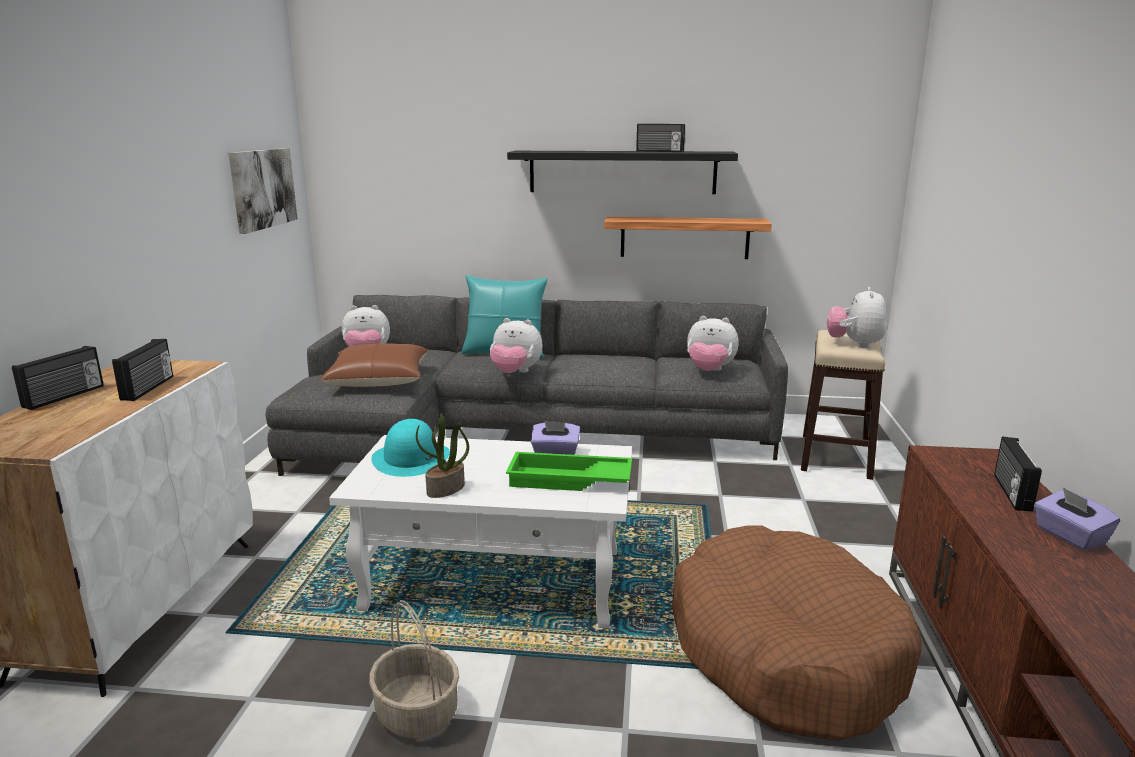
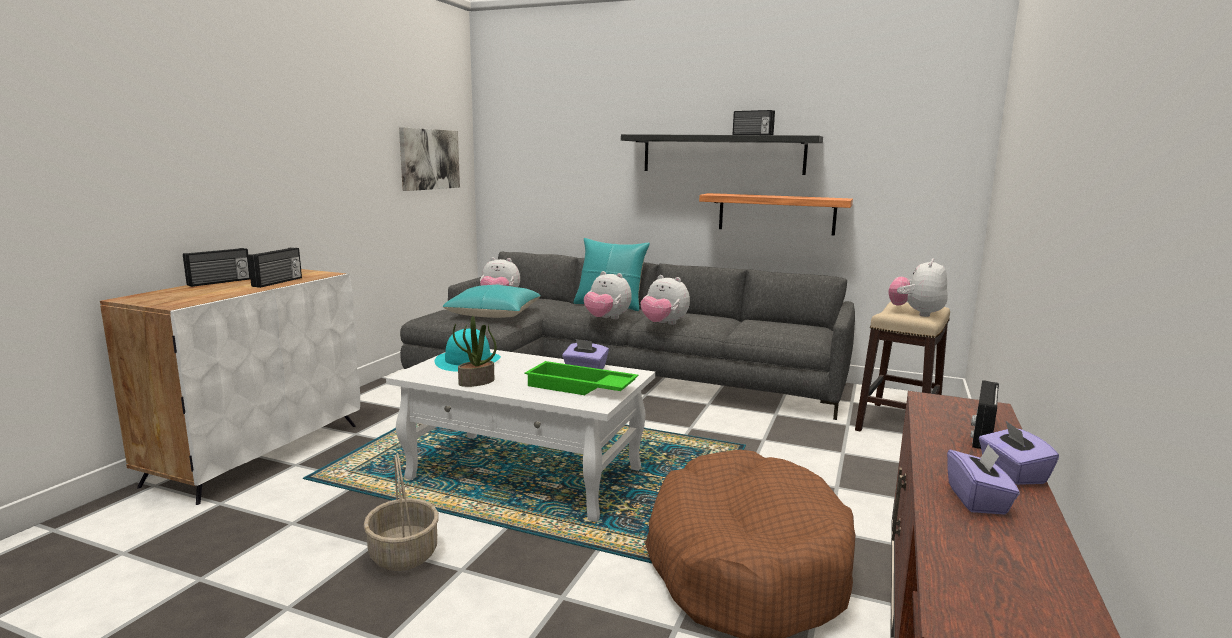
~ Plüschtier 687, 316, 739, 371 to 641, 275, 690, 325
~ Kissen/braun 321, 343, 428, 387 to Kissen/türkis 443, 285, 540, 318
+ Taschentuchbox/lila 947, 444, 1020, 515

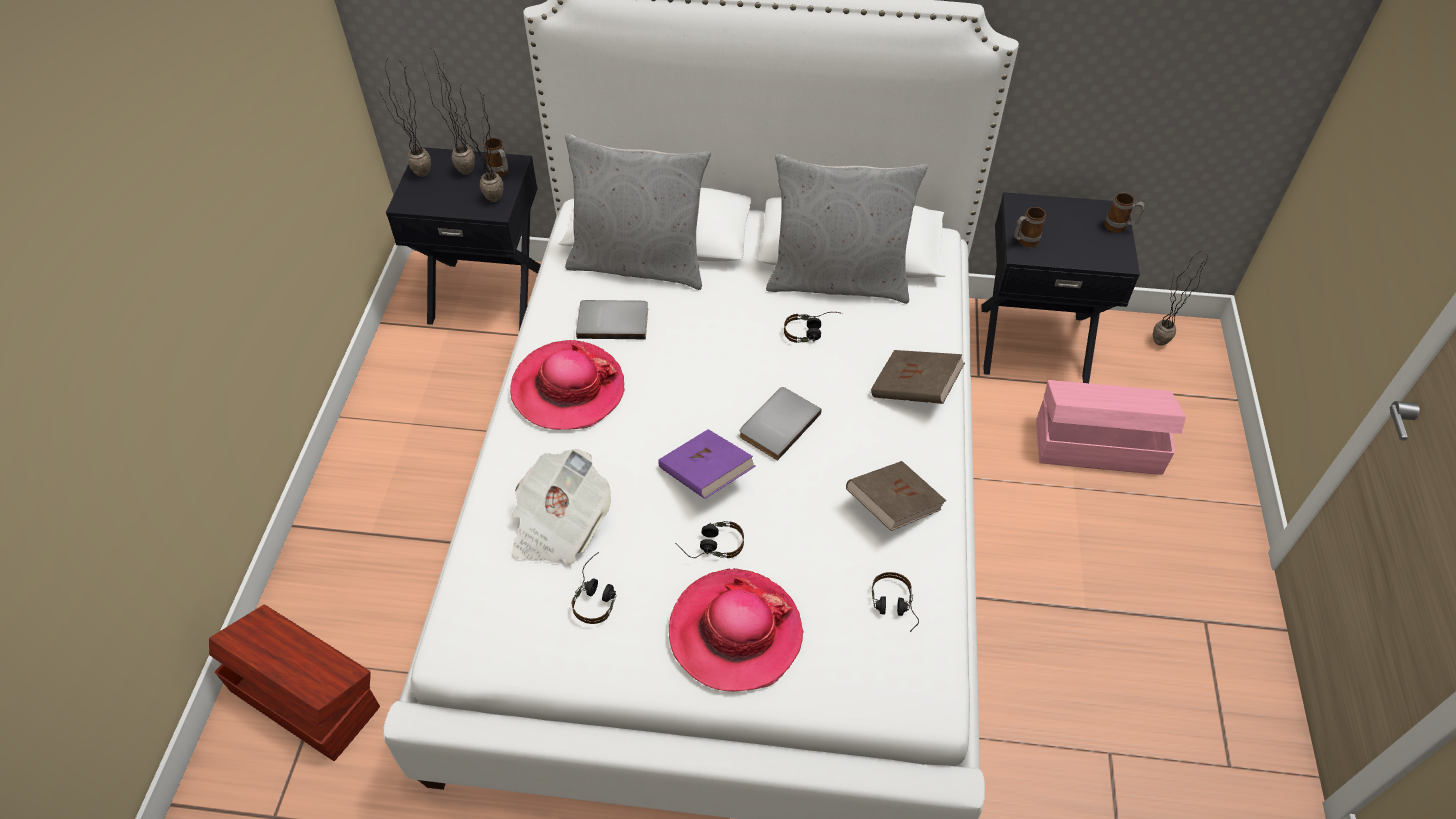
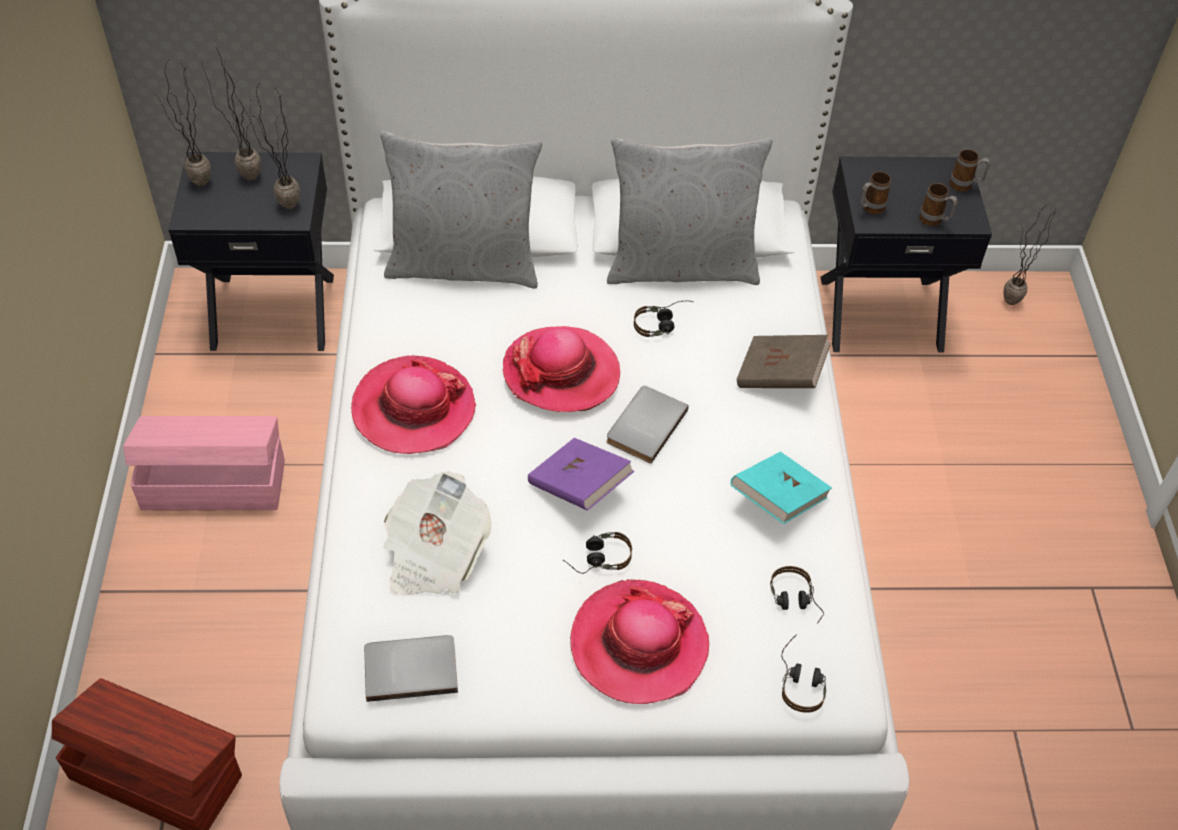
~ Henkelbecher 484, 138, 509, 177 to 919, 183, 958, 226
~ Buch/grau 576, 300, 648, 339 to 364, 635, 458, 702
~ Aufbewahrungsbox/rosa 1036, 380, 1186, 475 to 123, 416, 285, 510
~ Buch/braun 846, 461, 947, 531 to Buch/türkis 731, 452, 832, 524
~ Kopfhörer 572, 552, 616, 624 to 781, 635, 826, 713
+ Hut 503, 326, 620, 412

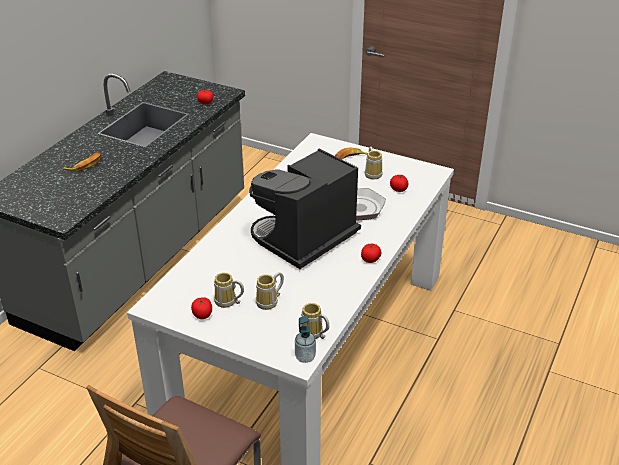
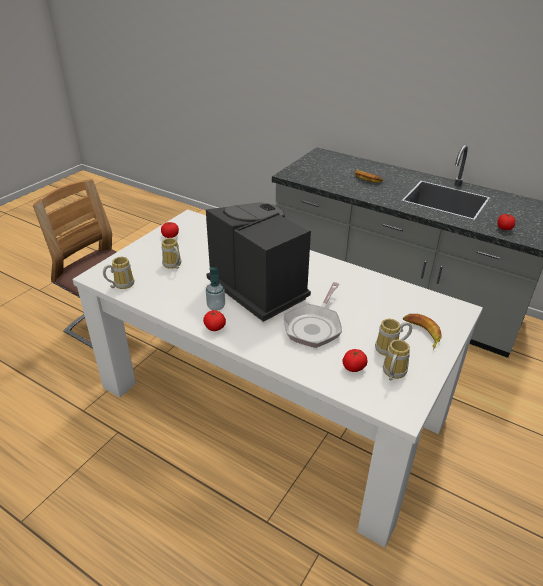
~ Henkelbecher 214, 272, 244, 308 to 383, 340, 410, 381
~ Seifenspender 295, 315, 316, 363 to 206, 267, 225, 311

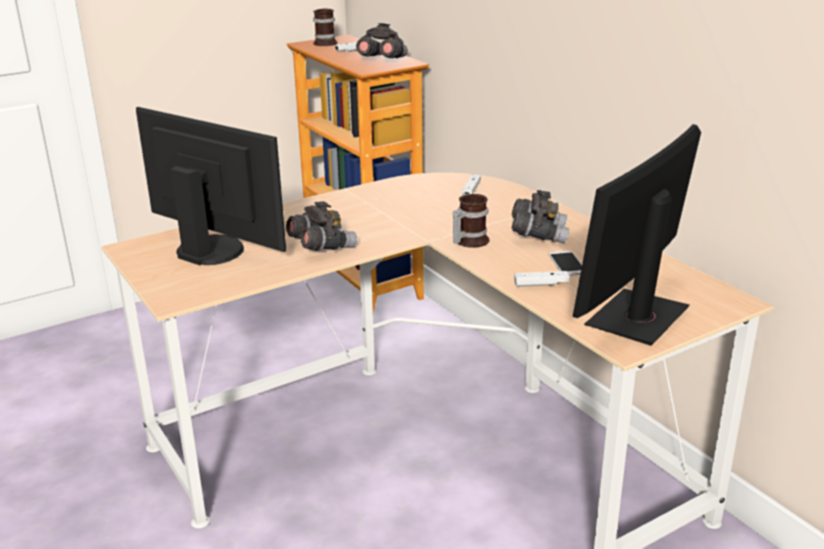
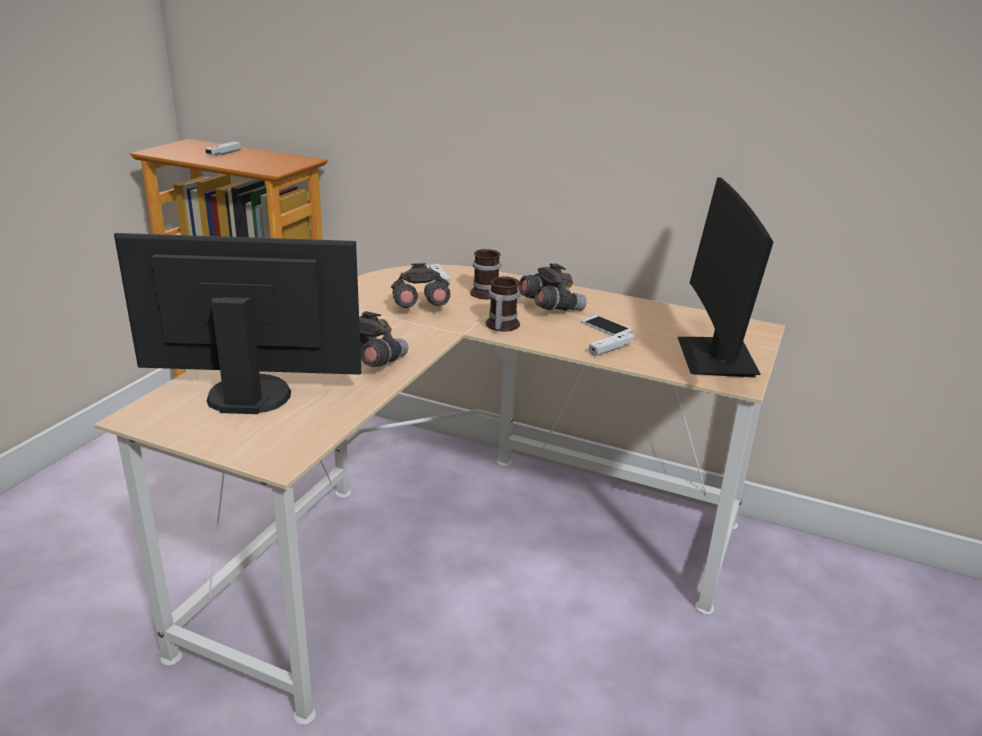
~ Henkelbecher 313, 9, 338, 46 to 470, 249, 501, 299
~ Fernglas/grau 356, 23, 408, 58 to 391, 263, 450, 308

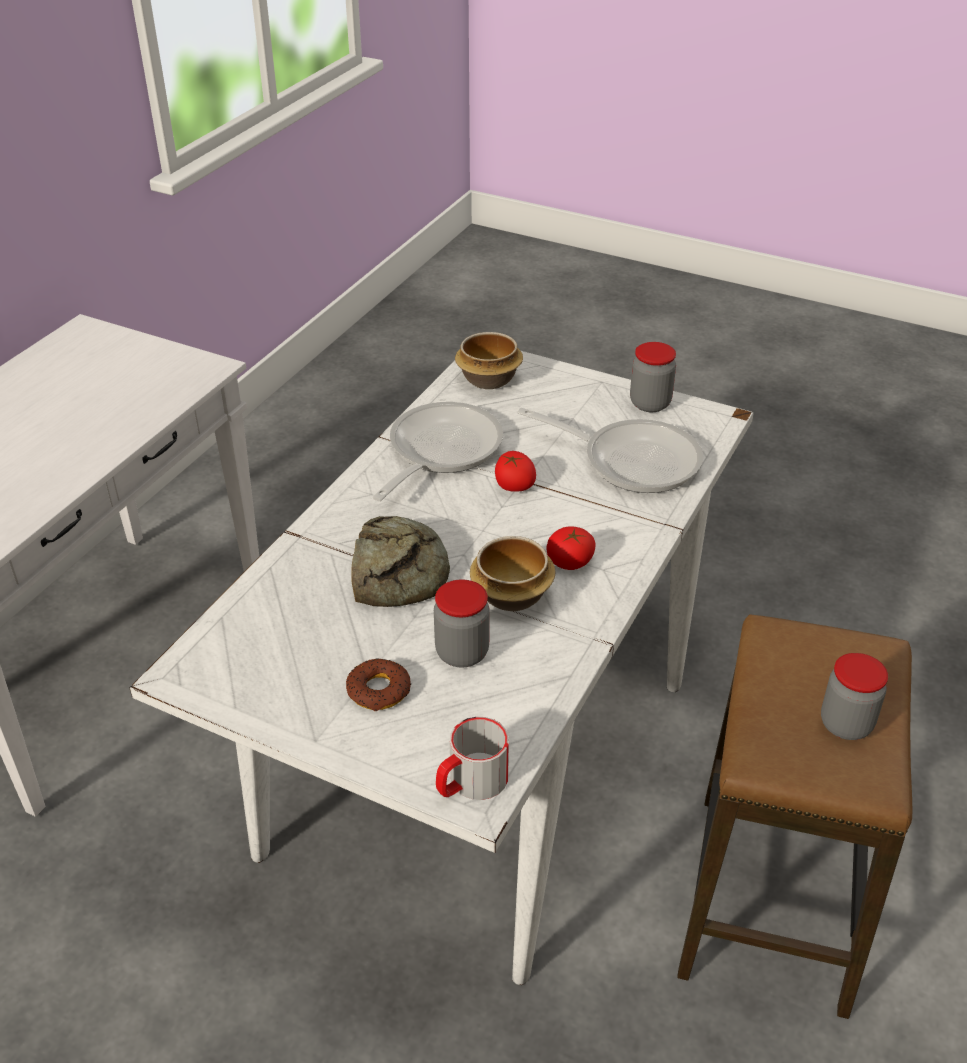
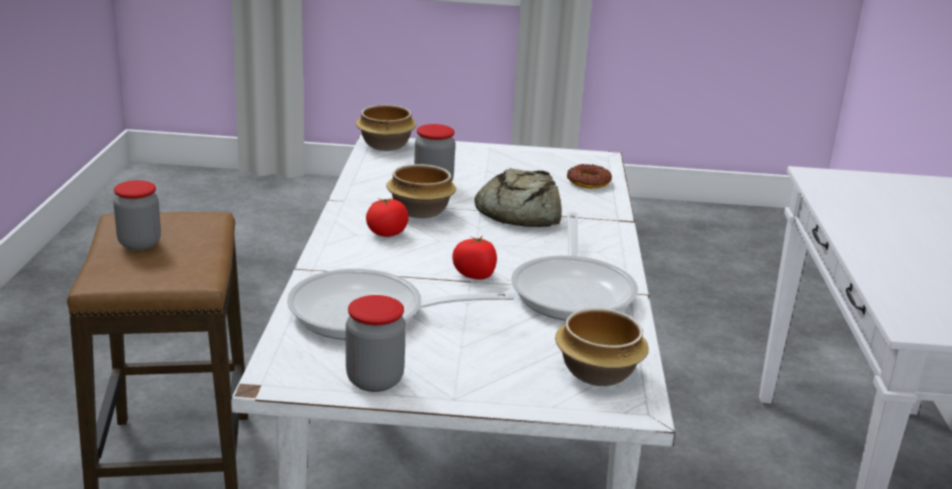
~ Donut 346, 658, 411, 711 to 567, 164, 612, 189
~ Henkelbecher 436, 717, 509, 800 to Schüssel 356, 104, 417, 151

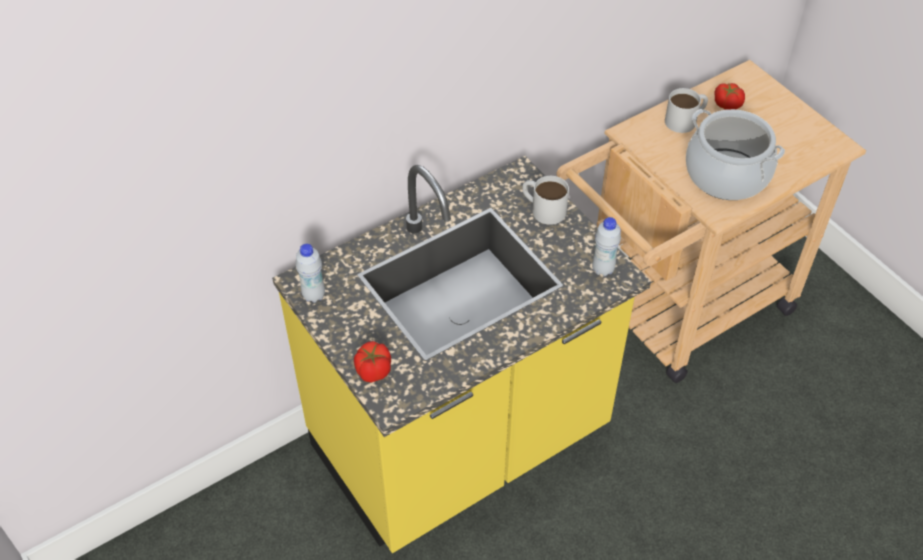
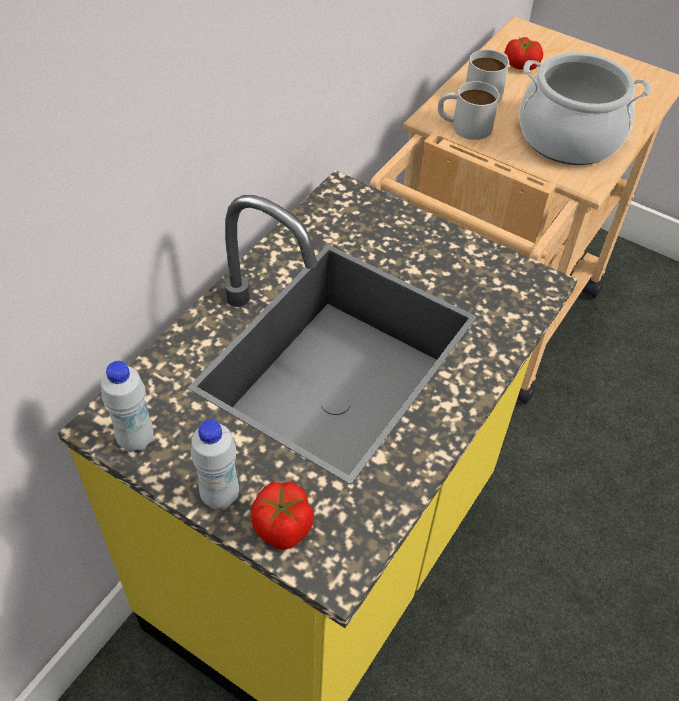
~ Henkelbecher/weiß 522, 176, 569, 225 to 438, 81, 499, 140
~ Flasche/weiß 592, 217, 621, 276 to 191, 419, 239, 510

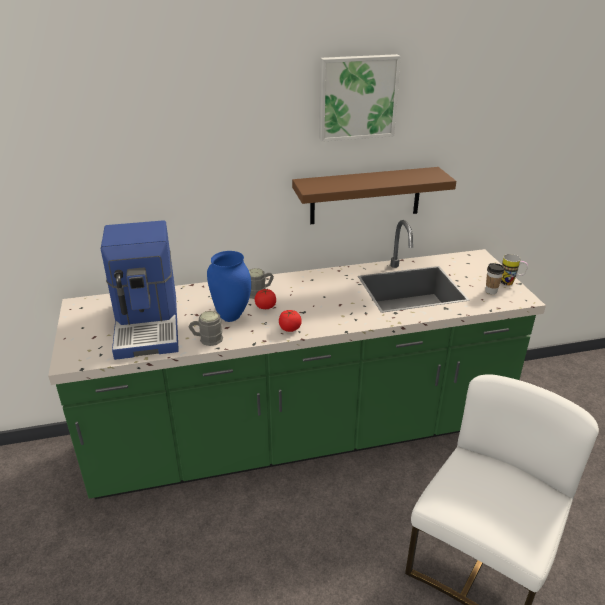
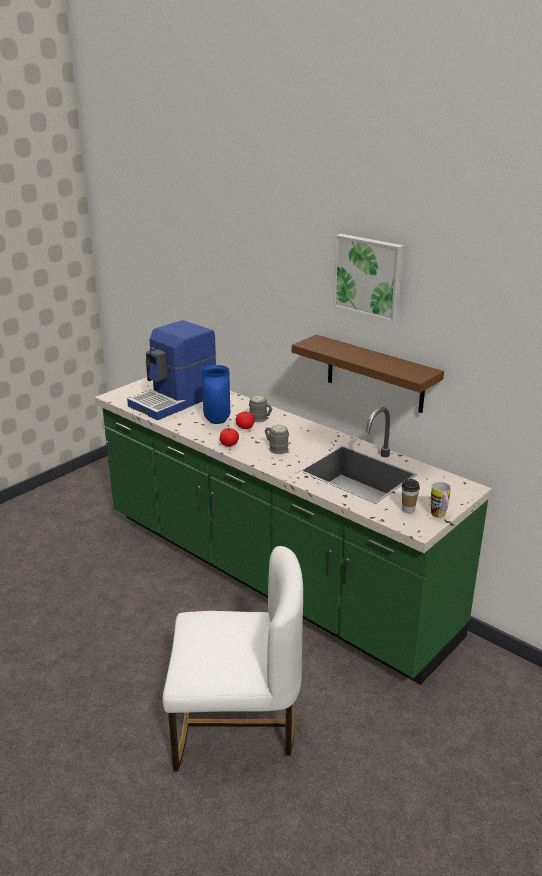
~ Henkelbecher/grau 189, 311, 223, 346 to 265, 425, 289, 454

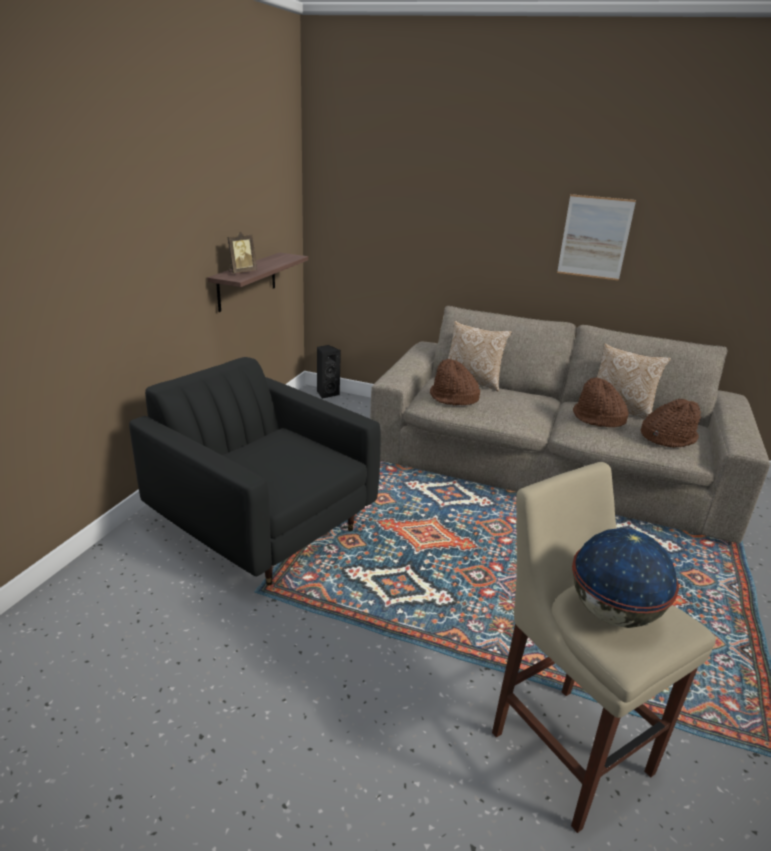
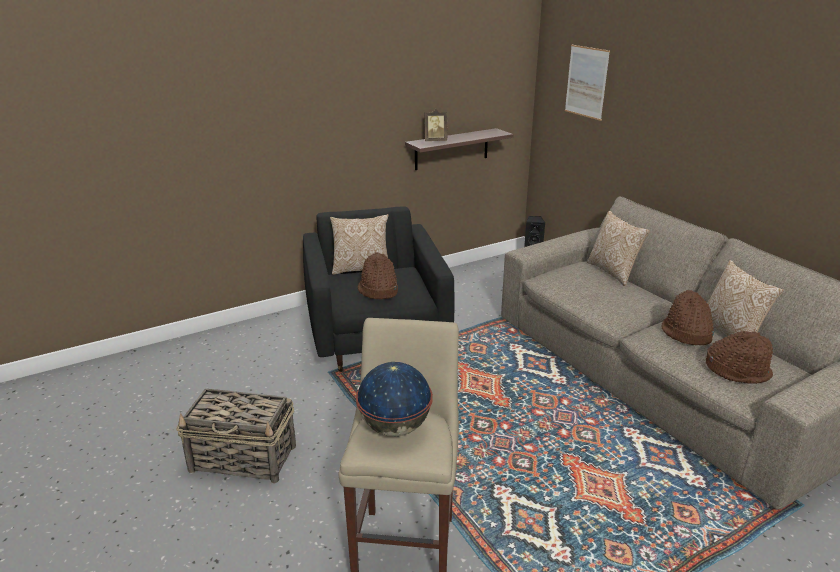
~ Bild 557, 194, 636, 281 to 565, 45, 610, 121
~ Hut/braun 430, 359, 480, 405 to 358, 252, 398, 299
+ Kissen 330, 214, 389, 275
+ Korb 176, 389, 296, 484

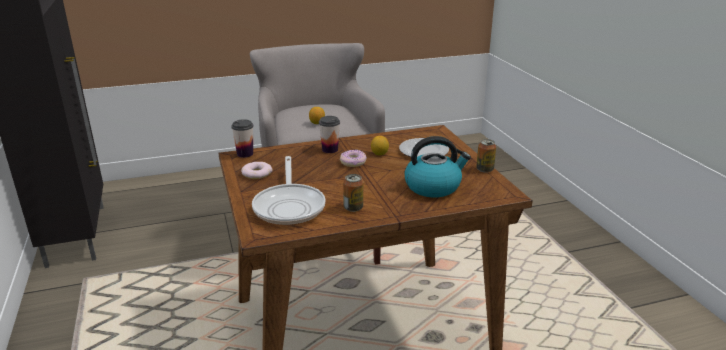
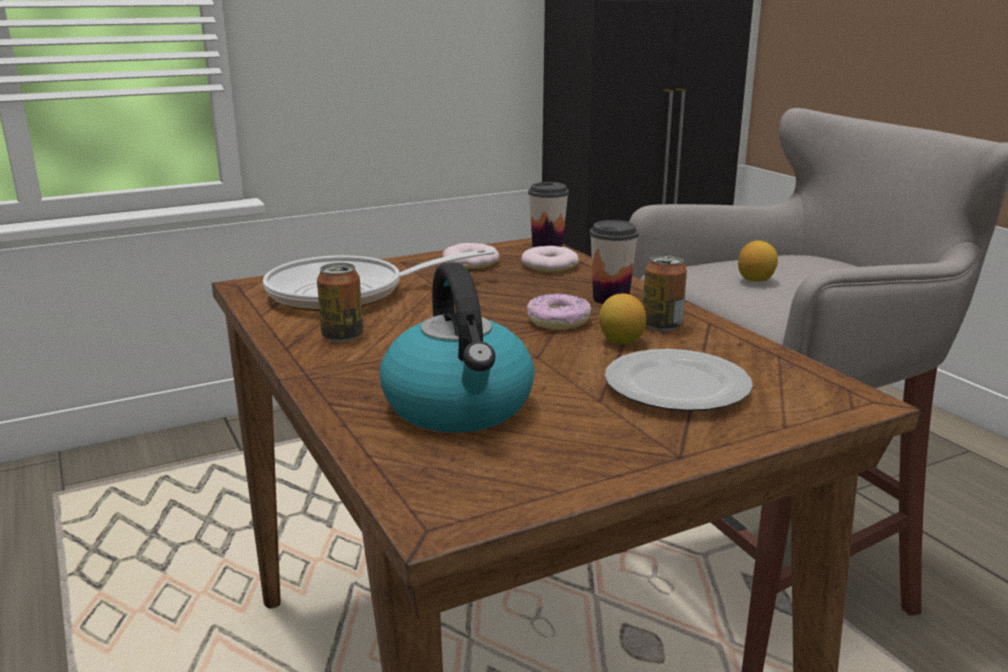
~ Dose 476, 139, 496, 173 to 643, 254, 687, 331
+ Donut 521, 246, 579, 272

